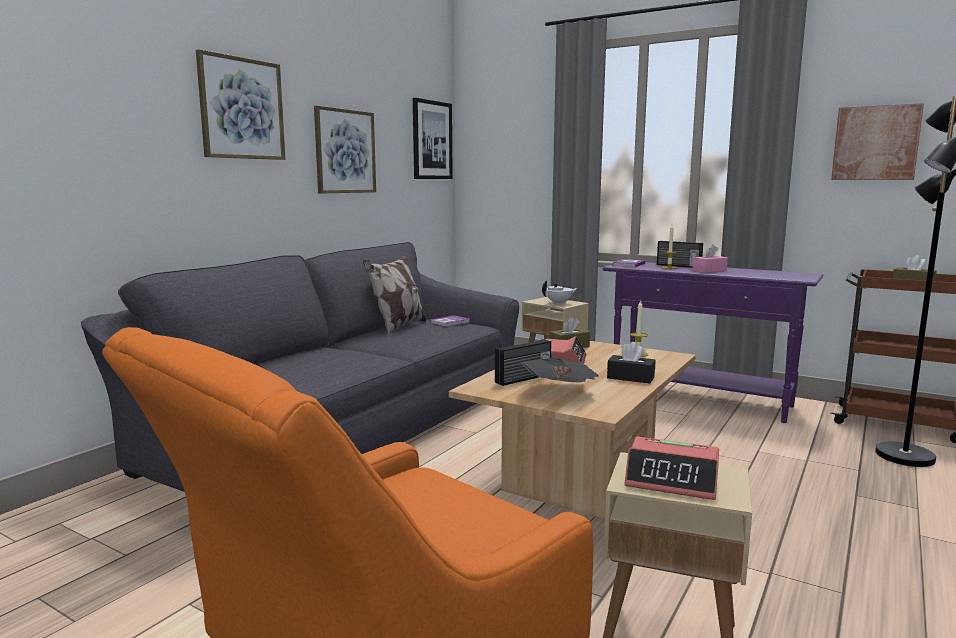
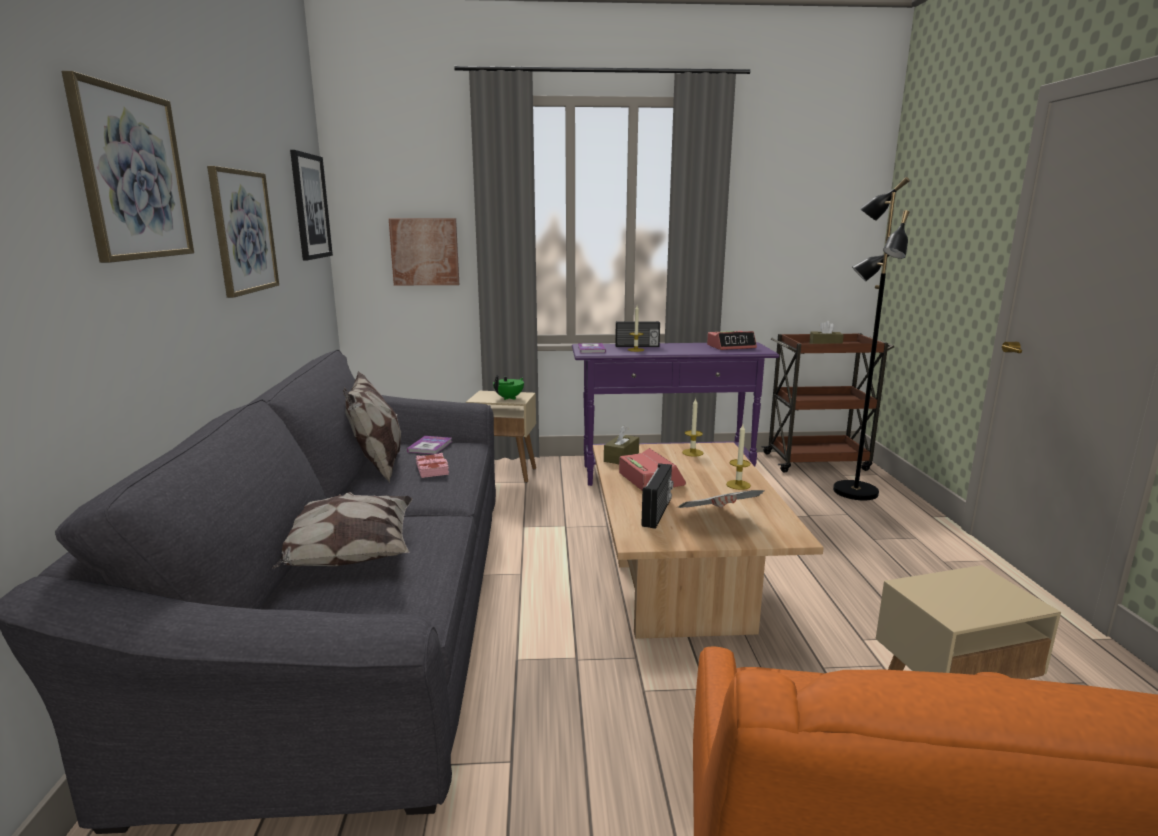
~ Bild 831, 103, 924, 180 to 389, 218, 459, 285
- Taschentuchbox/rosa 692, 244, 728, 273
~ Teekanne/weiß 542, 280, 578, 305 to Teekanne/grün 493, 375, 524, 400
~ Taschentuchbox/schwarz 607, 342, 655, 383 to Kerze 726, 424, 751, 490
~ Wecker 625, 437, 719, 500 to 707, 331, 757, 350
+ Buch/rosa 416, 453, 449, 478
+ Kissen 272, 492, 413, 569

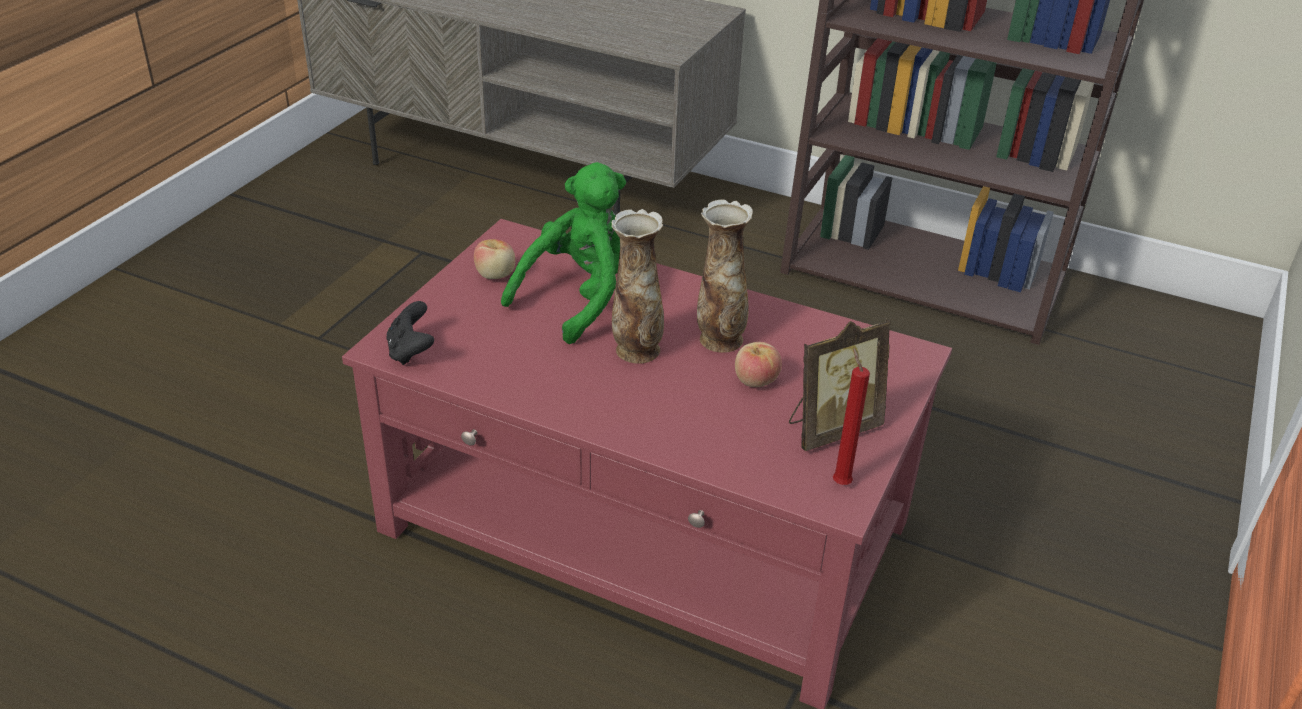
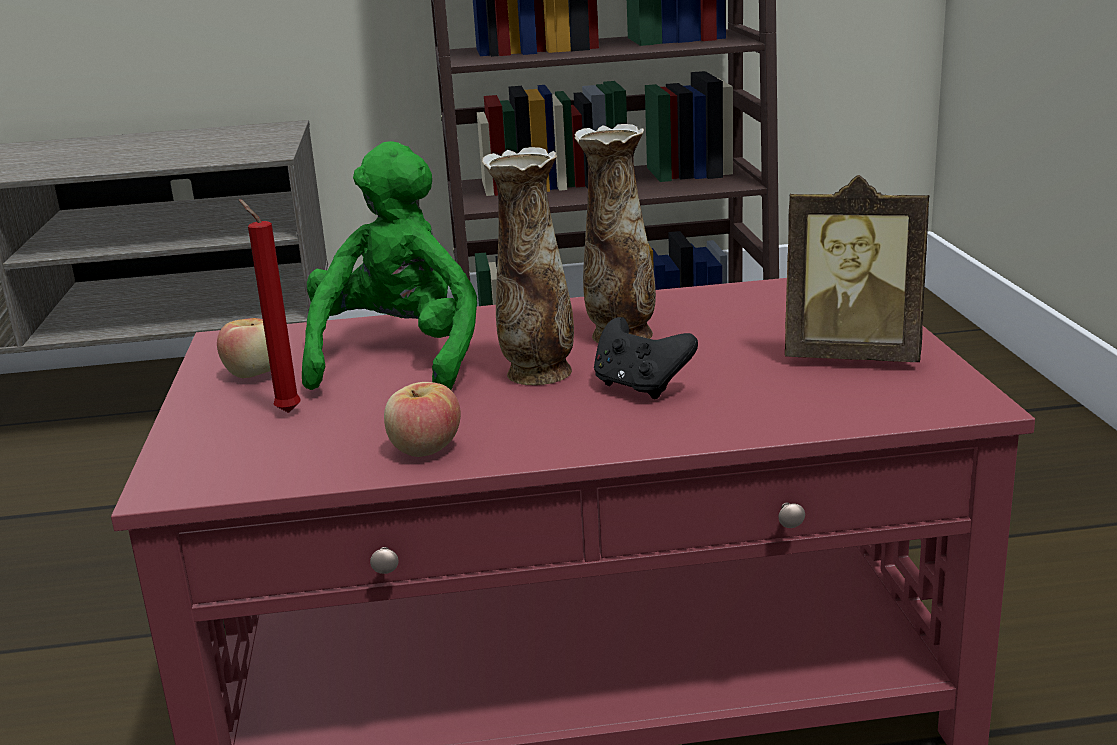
~ Gamepad/schwarz 386, 301, 434, 365 to 594, 317, 698, 399
~ Bilderrahmen 789, 319, 891, 451 = 785, 175, 929, 362 75 degrees clockwise
~ Apfel 735, 342, 782, 387 to 384, 382, 461, 457
~ Kerze/rot 833, 348, 870, 485 to 239, 199, 301, 413

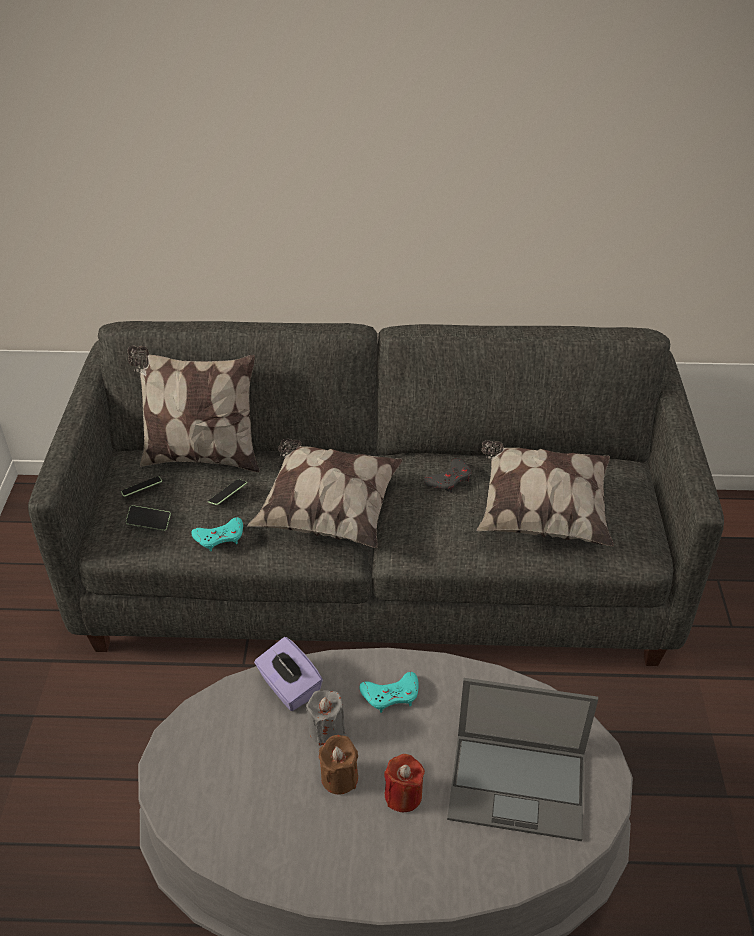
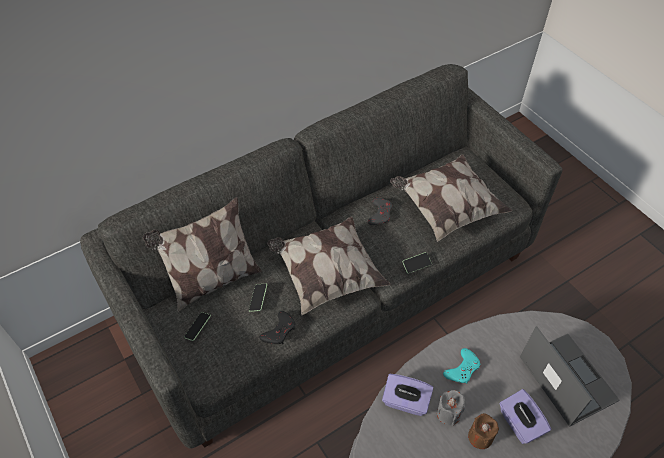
~ Handy 126, 505, 171, 531 to 402, 252, 432, 274
~ Gamepad/türkis 191, 517, 243, 551 to Gamepad/schwarz 260, 311, 295, 344
~ Laptop 447, 678, 598, 841 = 520, 326, 620, 427 90 degrees counterclockwise
~ Kerze/rot 384, 754, 425, 812 to Taschentuchbox/lila 499, 389, 551, 444

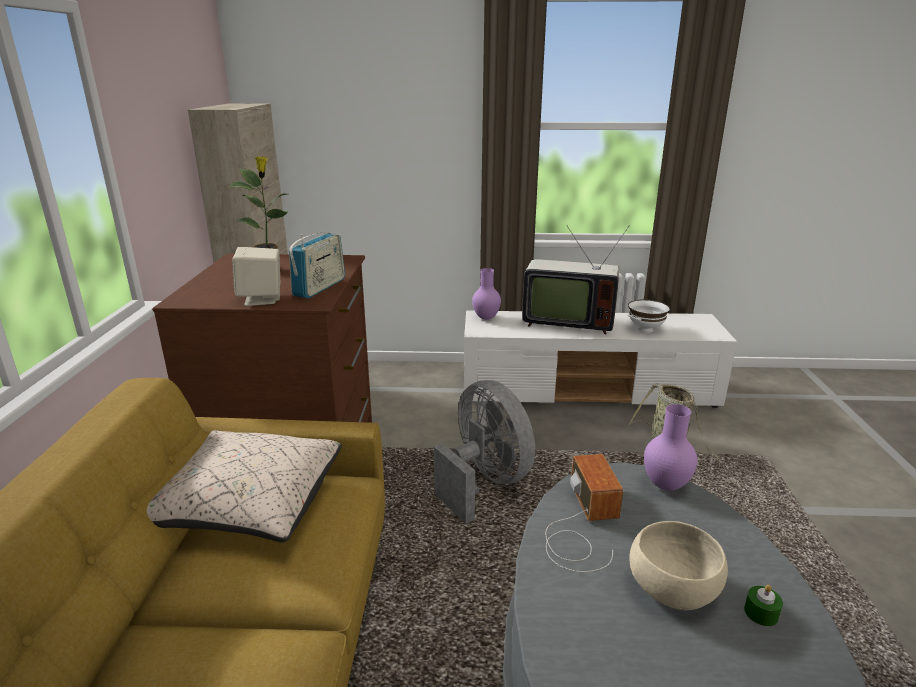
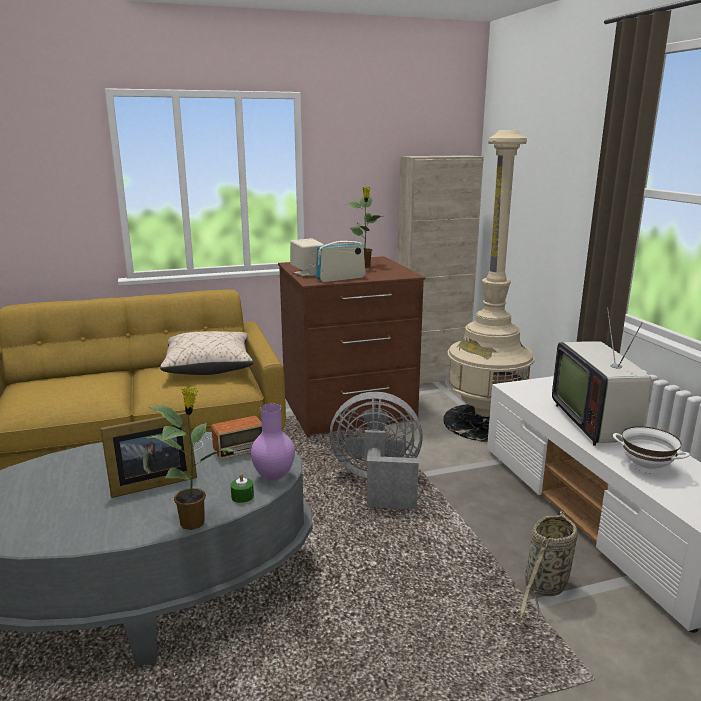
~ Radio 289, 233, 345, 298 = 316, 235, 365, 282 150 degrees clockwise
- Vase/lila 472, 268, 501, 320
~ Ventilator/grau 434, 380, 535, 524 = 329, 392, 423, 510 120 degrees counterclockwise
~ Schüssel/beige 629, 521, 728, 610 to Bilderrahmen 100, 412, 197, 498
~ Kerze/grün 744, 585, 783, 626 to 231, 473, 254, 503
+ Stehlampe/beige 443, 130, 535, 442
+ Topfpflanze 148, 387, 237, 530

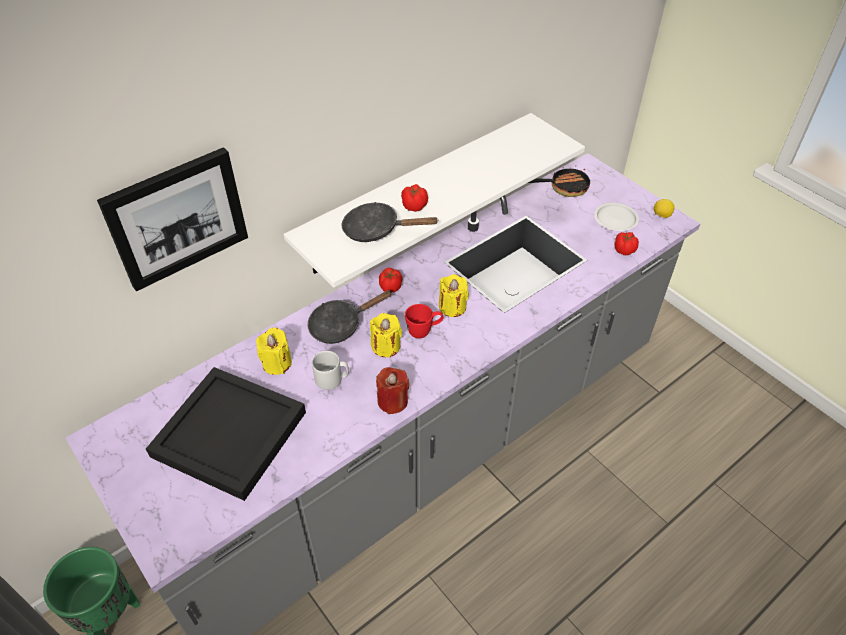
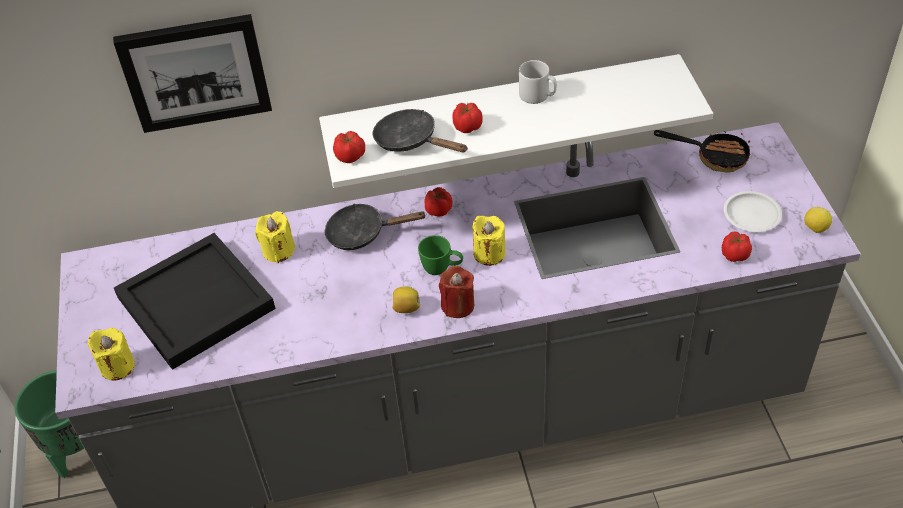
~ Henkelbecher/rot 405, 304, 444, 338 to Henkelbecher/grün 418, 235, 463, 275
~ Kerze/gelb 370, 313, 402, 357 to 88, 328, 135, 380
~ Henkelbecher/grau 312, 351, 349, 390 to 519, 60, 557, 104
~ Kerze/rot 376, 367, 409, 414 to 439, 266, 475, 318
+ Tomate 333, 131, 365, 163
+ Zitrone 392, 286, 420, 313

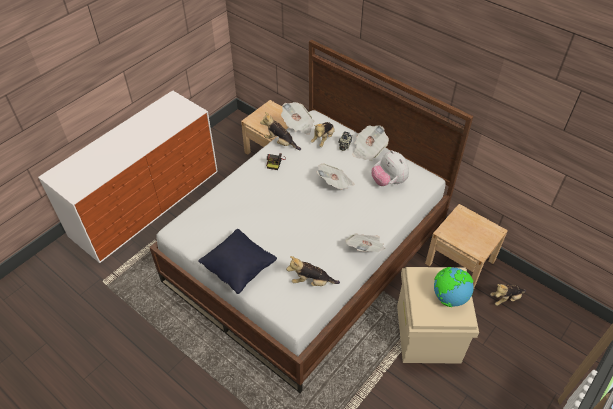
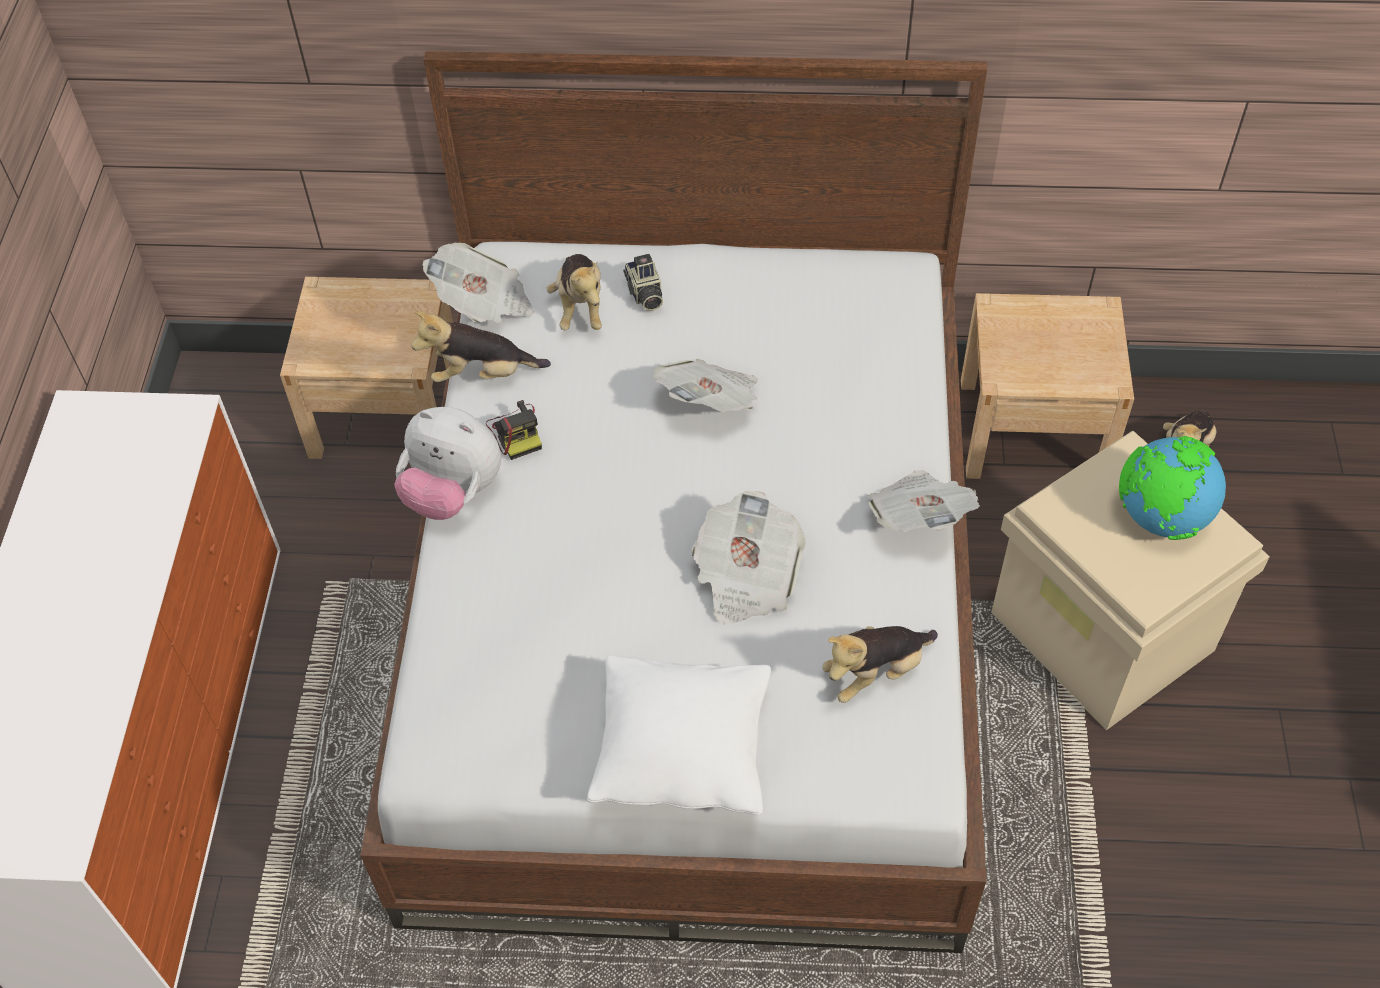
~ Zeitung 352, 125, 389, 161 to 692, 491, 806, 624
~ Plüschtier 371, 150, 409, 186 to 394, 407, 501, 520
~ Kissen/schwarz 198, 229, 277, 294 to Kissen/weiß 587, 655, 771, 815

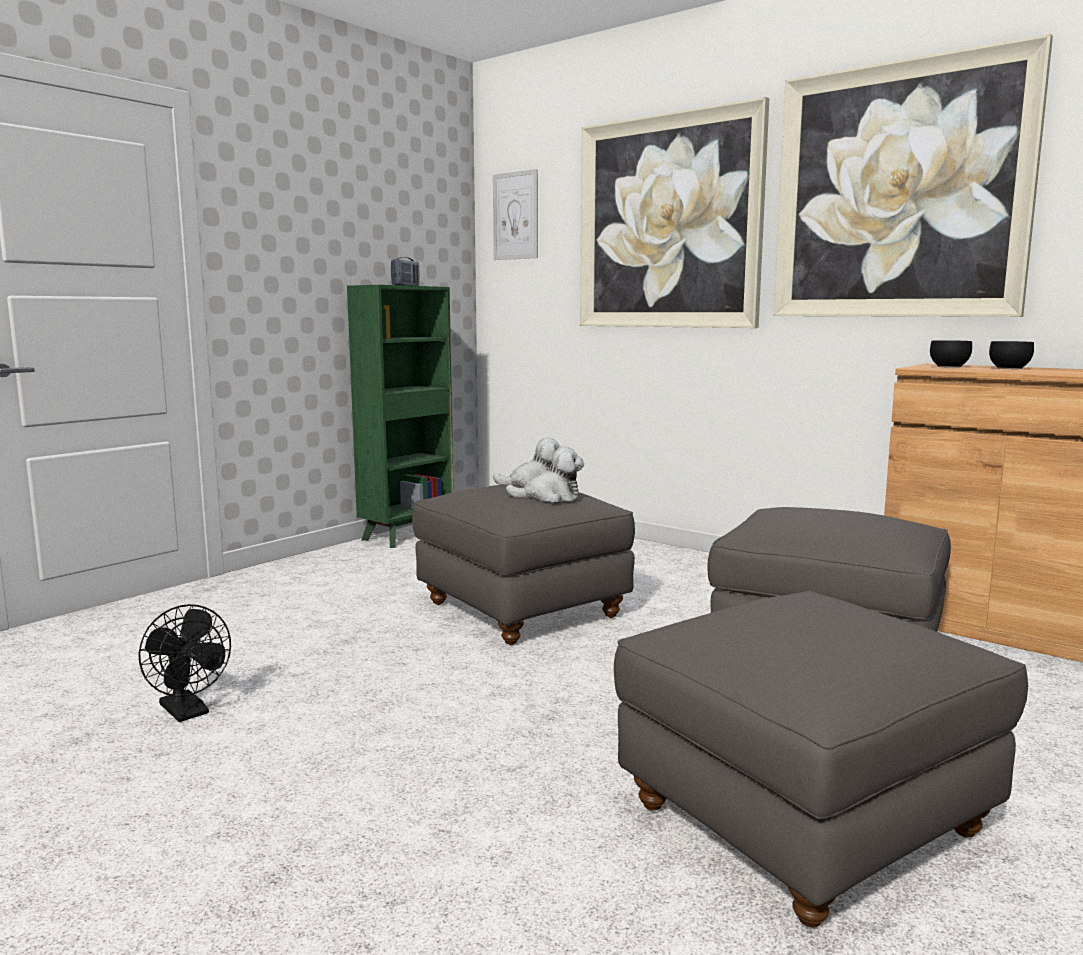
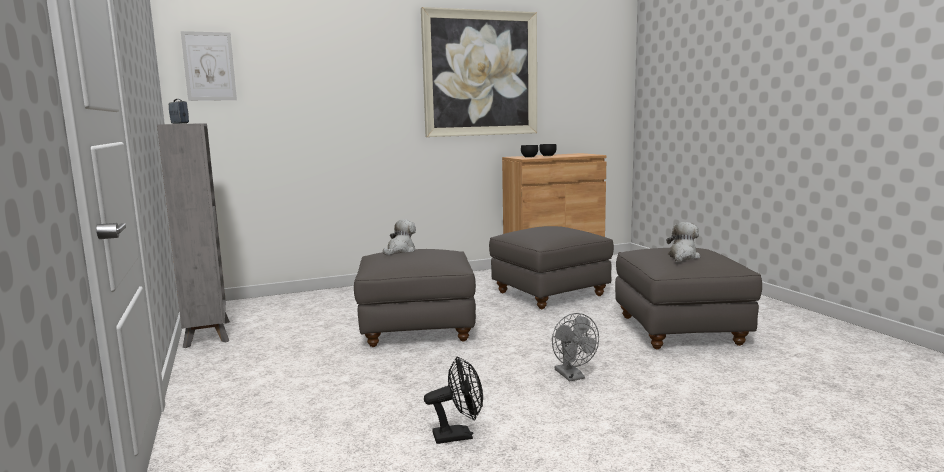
- Bild 580, 97, 769, 328
~ Bücherregal/grün 347, 285, 454, 548 to Bücherregal/grau 157, 123, 230, 348
~ Plüschtier 506, 446, 584, 502 to 666, 222, 700, 262
+ Ventilator/grau 552, 313, 599, 381

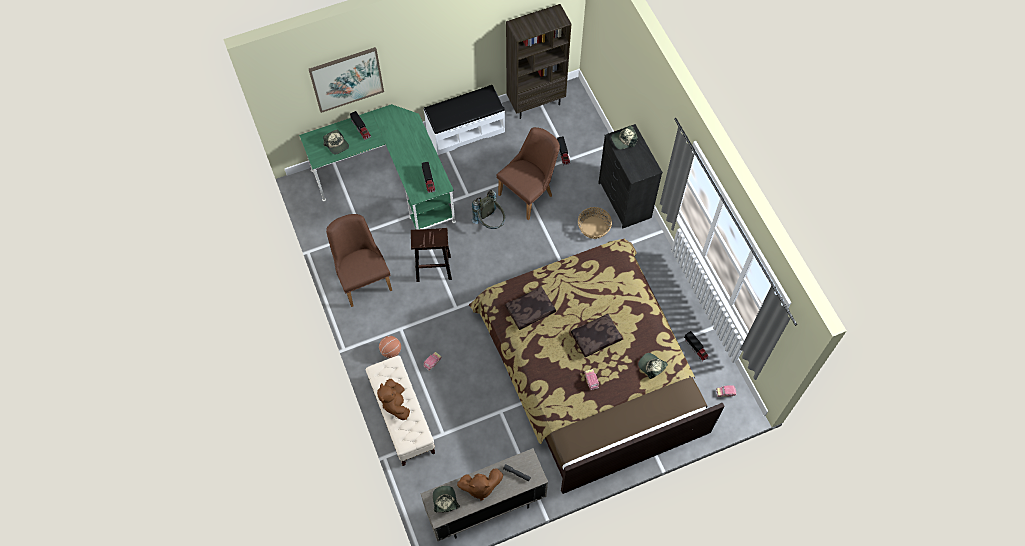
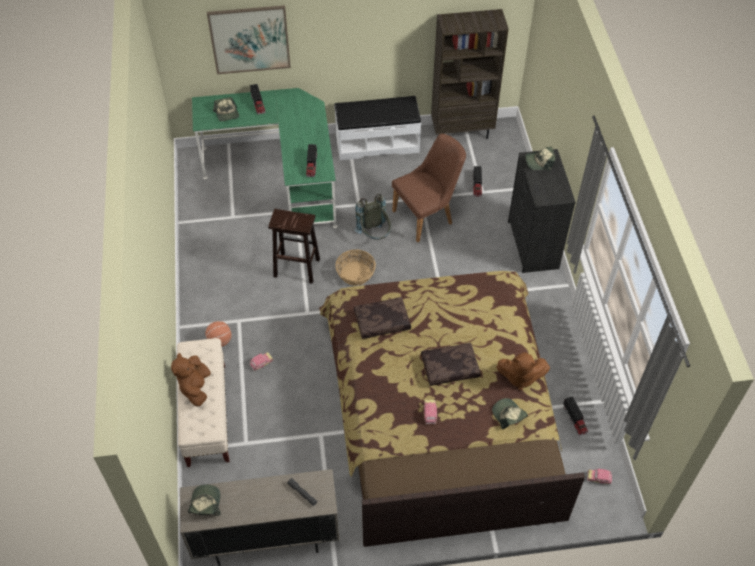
~ Korb 578, 207, 612, 239 to 335, 249, 376, 286
- Stuhl/braun 326, 214, 392, 307
~ Plüschtier/braun 457, 468, 503, 501 to 496, 352, 550, 390

